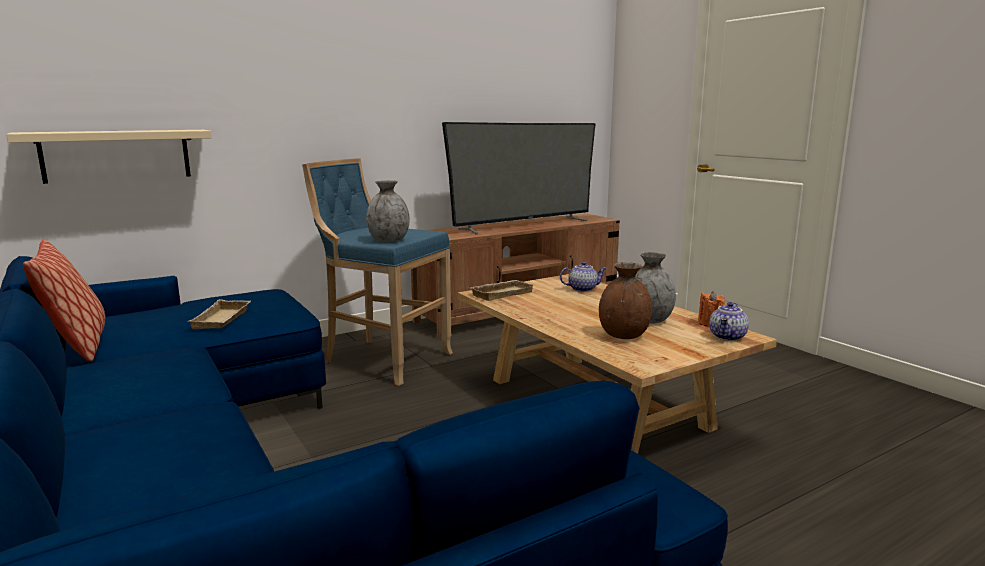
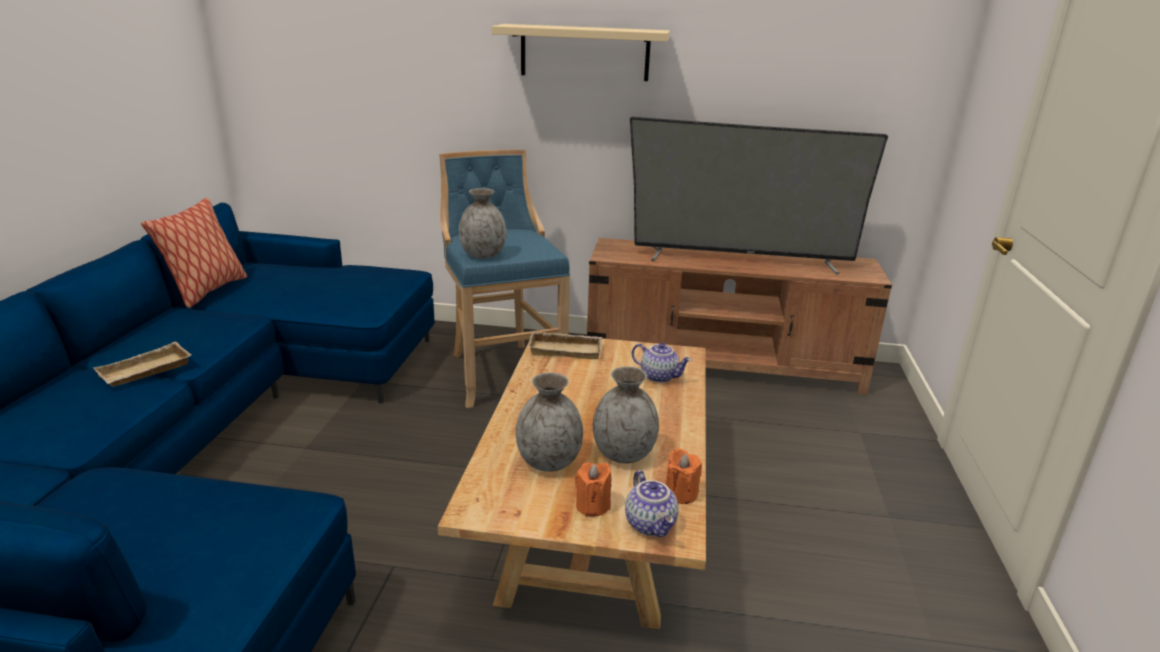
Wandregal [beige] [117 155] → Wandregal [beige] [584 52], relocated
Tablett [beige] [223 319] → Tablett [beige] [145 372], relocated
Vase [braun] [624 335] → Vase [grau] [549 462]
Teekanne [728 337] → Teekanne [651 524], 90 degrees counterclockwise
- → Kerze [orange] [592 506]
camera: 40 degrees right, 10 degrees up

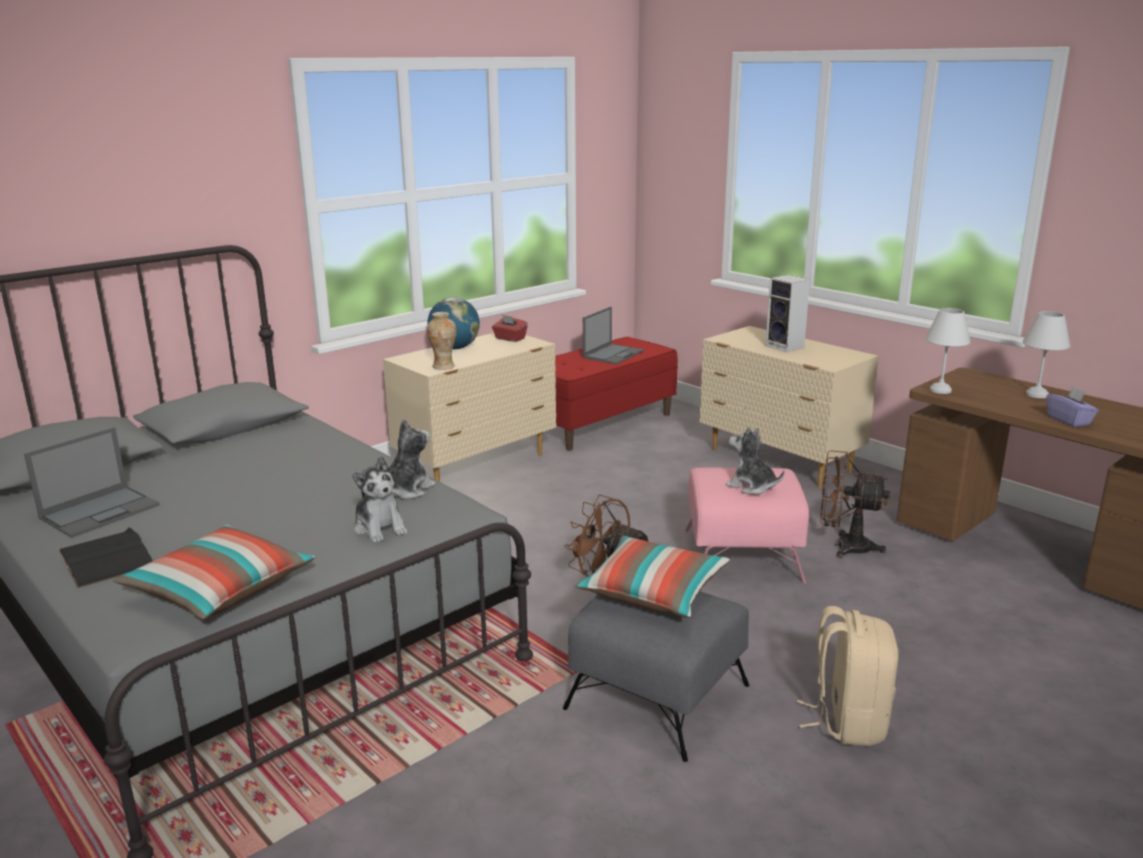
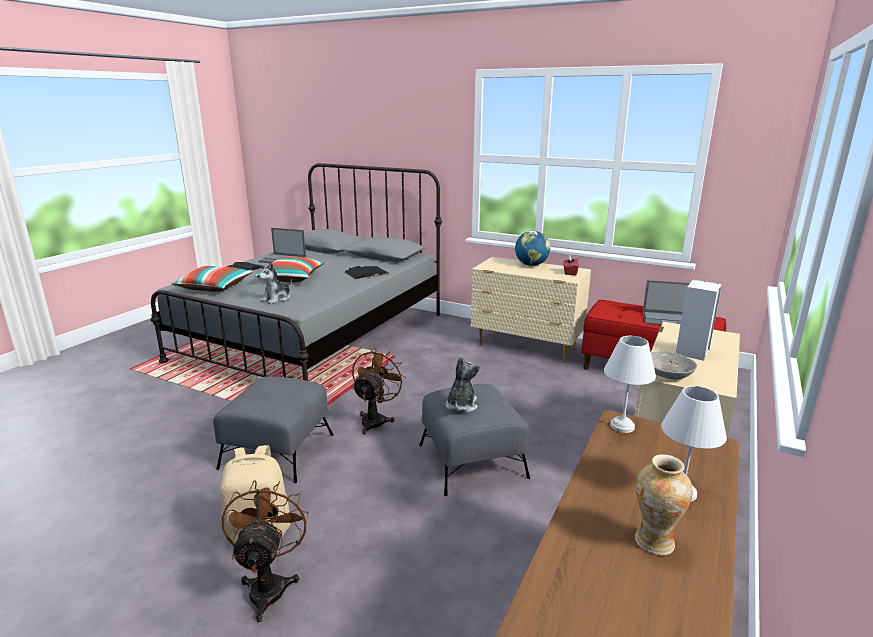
Plüschtier [406 490] → -
Vase [443 367] → Vase [654 542], relocated
Kissen [653 593] → Kissen [292 278], relocated
Polsterhocker [rosa] [743 555] → Polsterhocker [grau] [472 461]
Ventilator [braun] [844 546] → Ventilator [braun] [269 585], relocated
Taschentuchbox [lila] [1069 420] → -
- → Buch [schwarz] [366 273]
- → Schüssel [grau] [668 375]
camera: 70 degrees right, 0 degrees up

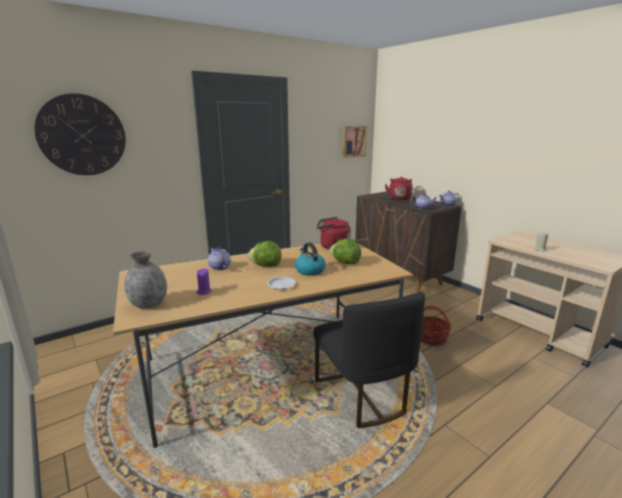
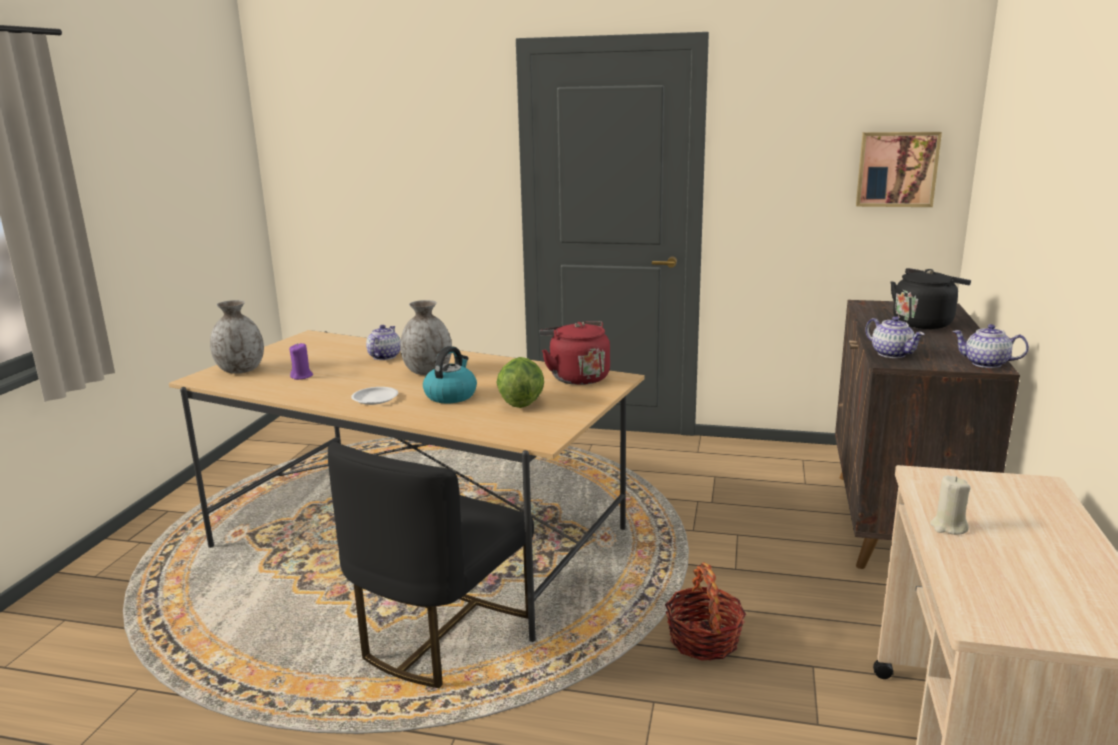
Wanduhr [82 135] → -
Salatkopf [266 266] → Vase [grau] [428 372]
Wasserkessel [rot] [399 198] → Wasserkessel [schwarz] [924 323]
camera: 50 degrees right, 0 degrees up

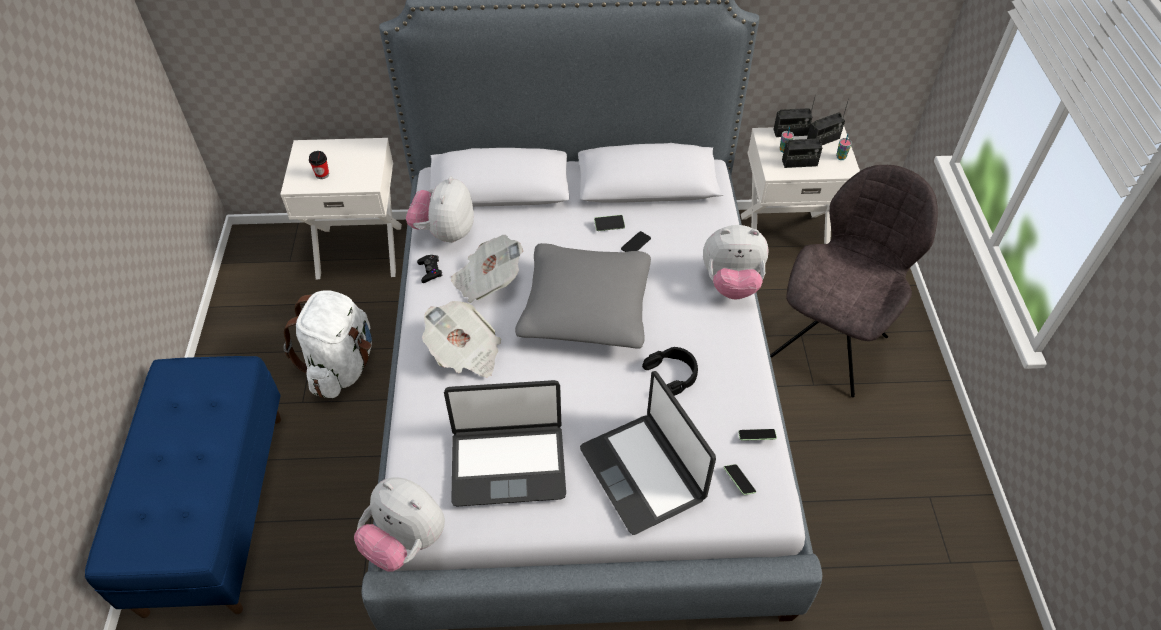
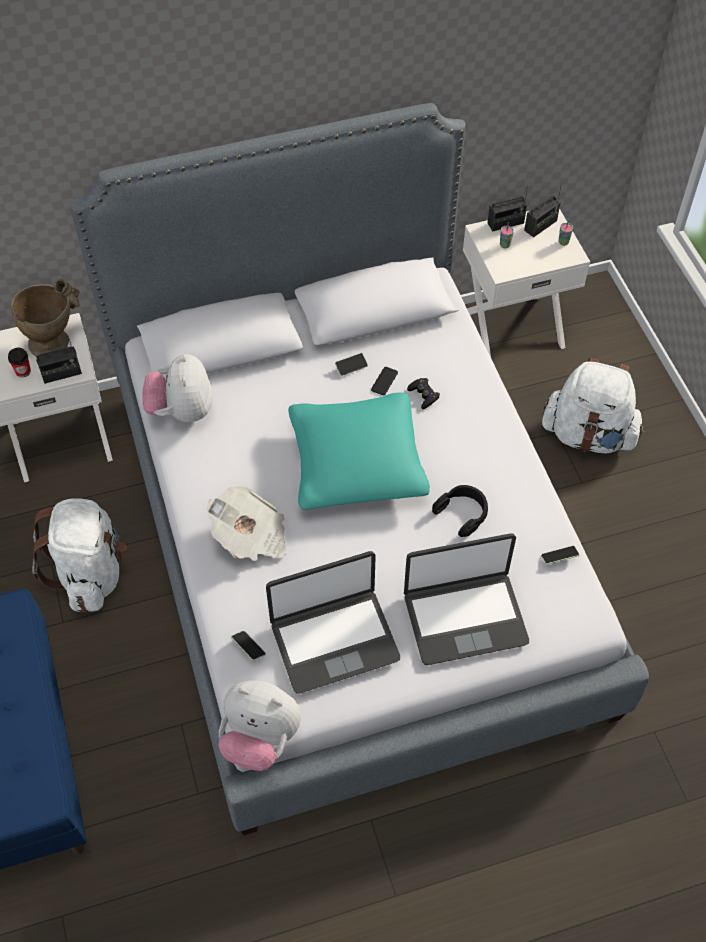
Gamepad [schwarz] [430 271] → Gamepad [schwarz] [423 395], relocated
Zeitung [487 281] → -
Kissen [grau] [586 308] → Kissen [türkis] [356 463]
Laptop [643 473] → Laptop [464 617], 60 degrees counterclockwise
Plüschtier [731 283] → -
Handy [738 482] → Handy [248 647], relocated
Stuhl [grau] [831 343] → Rucksack [weiß] [588 435]
Radio [799 163] → Radio [61 373], relocated
- → Vase [beige] [54 339]
camera: 15 degrees left, 5 degrees up

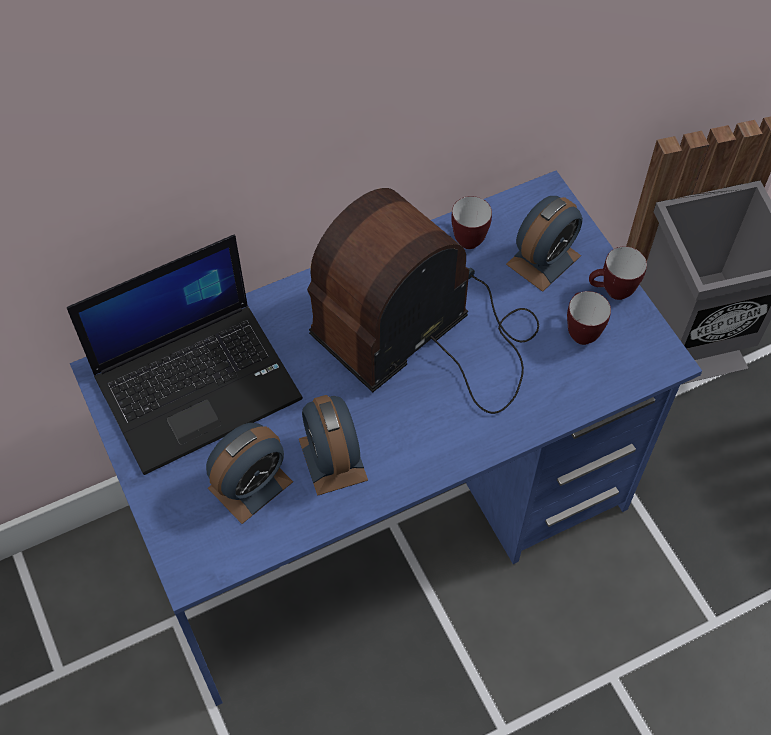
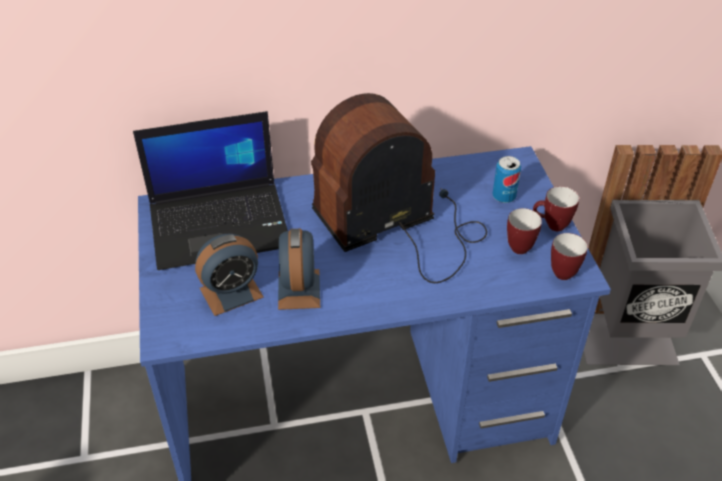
Henkelbecher [466 237] → Henkelbecher [561 270], relocated
Wecker [543 260] → Dose [504 197]
camera: 15 degrees right, 15 degrees down

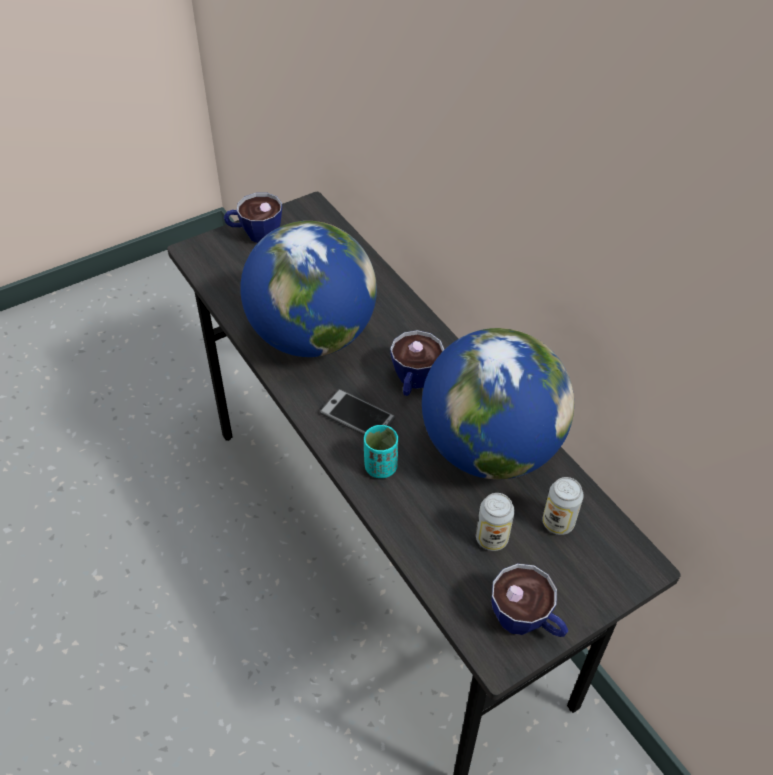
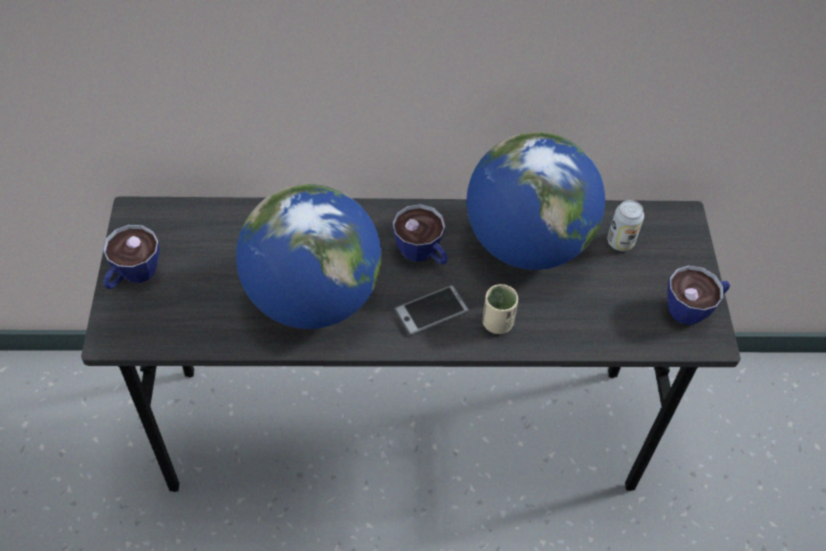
Tasse [türkis] [380 467] → Tasse [beige] [497 323]
Dose [491 538] → -
camera: 60 degrees left, 5 degrees up

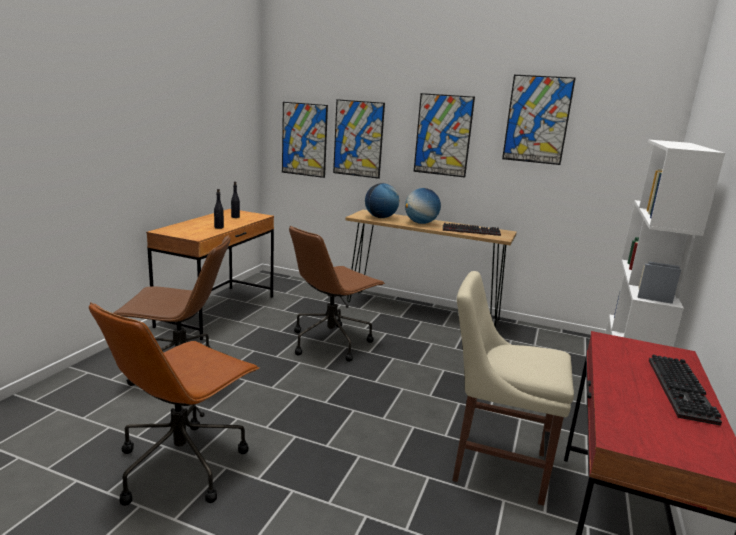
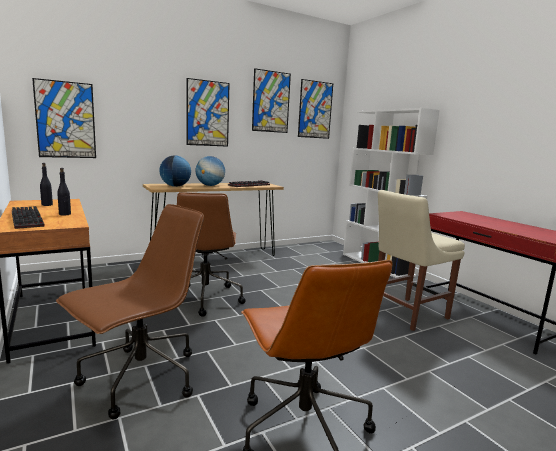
Bild [358 139] → Bild [315 110], relocated
Tastatur [683 391] → Tastatur [29 219], relocated
camera: 50 degrees left, 5 degrees down

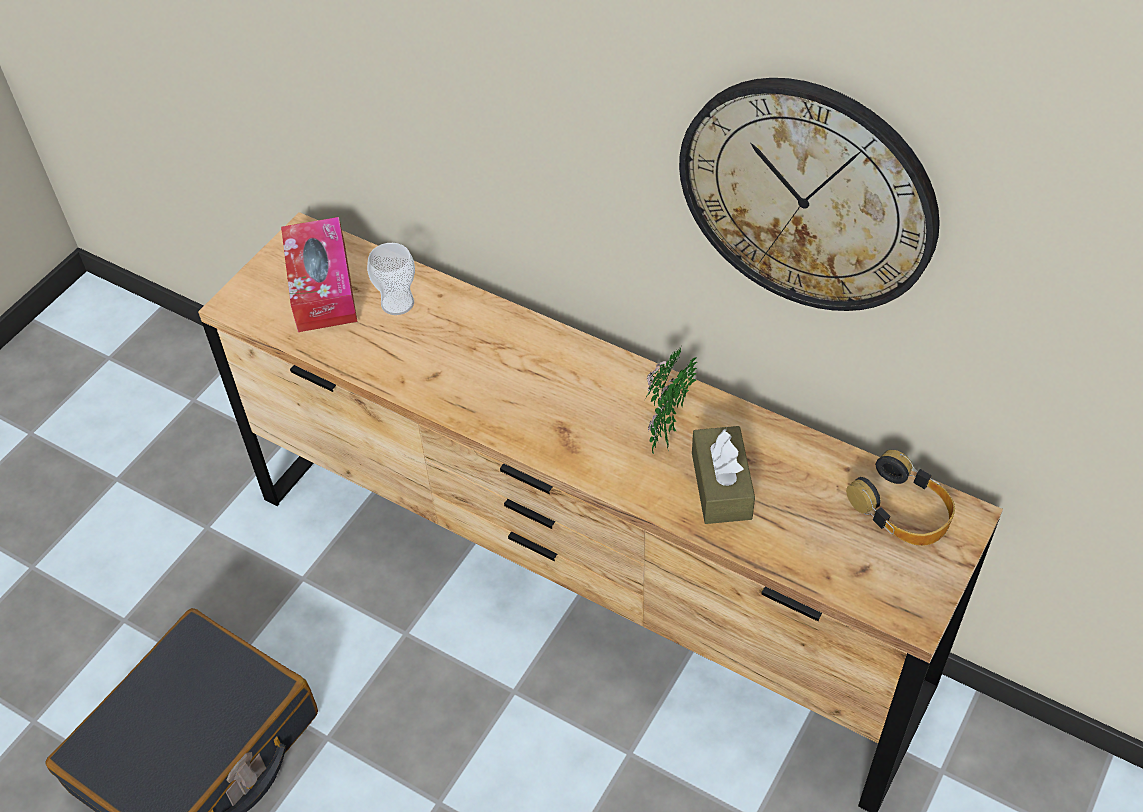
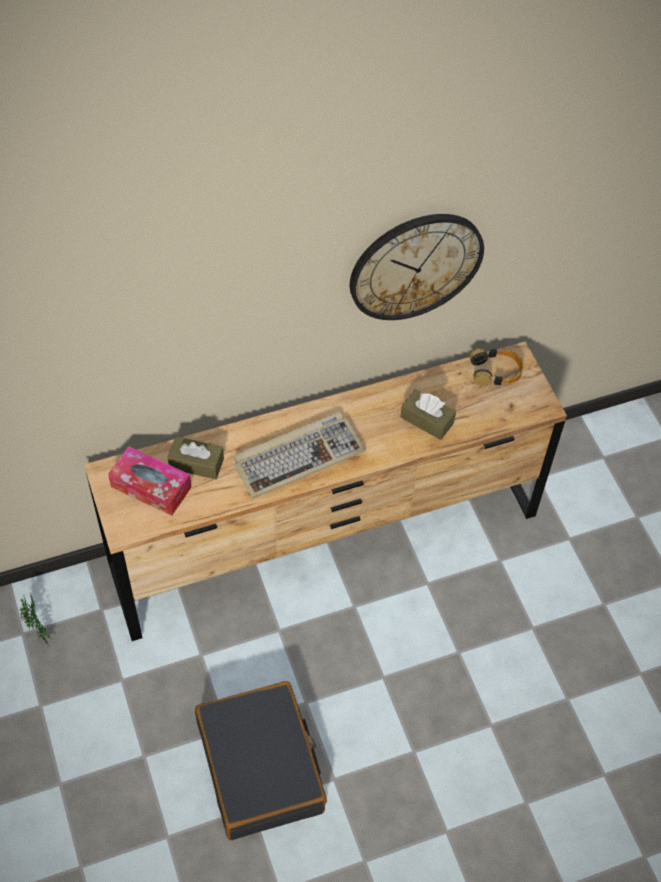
Tasse [397 303] → Taschentuchbox [braun] [196 463]
Topfpflanze [665 427] → Topfpflanze [38 631], relocated
- → Tastatur [298 456]
camera: 55 degrees left, 5 degrees up

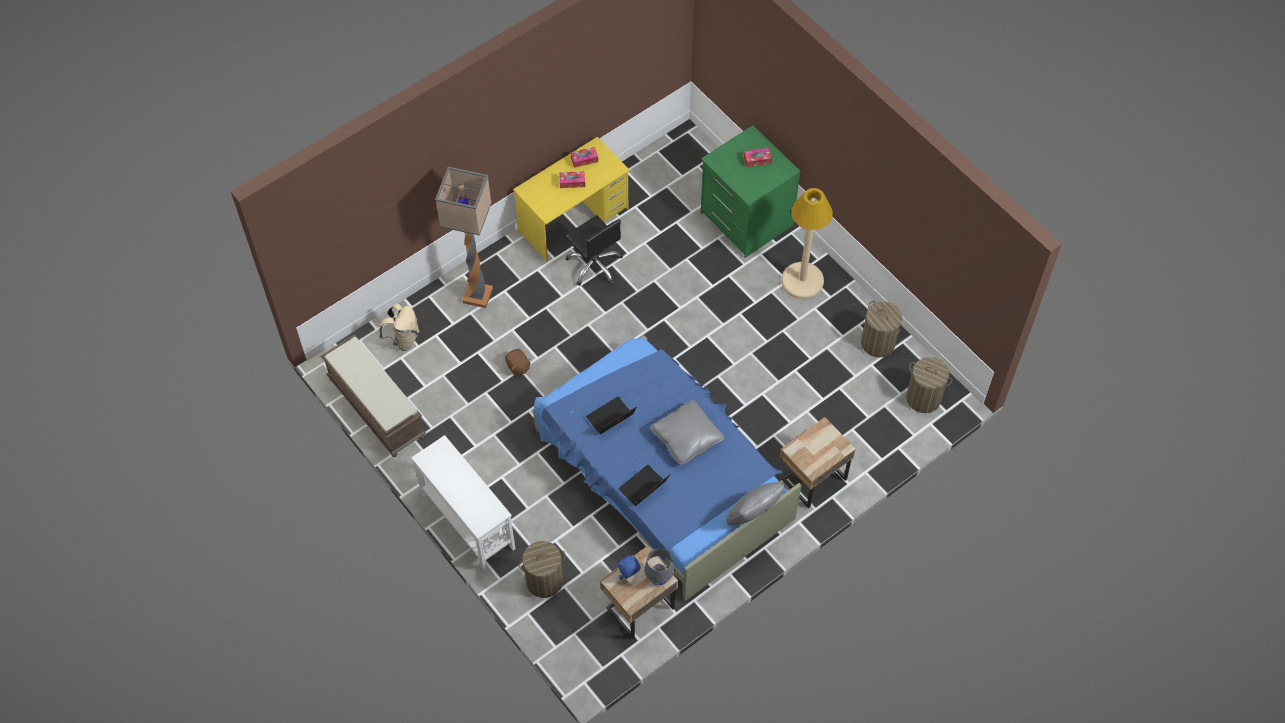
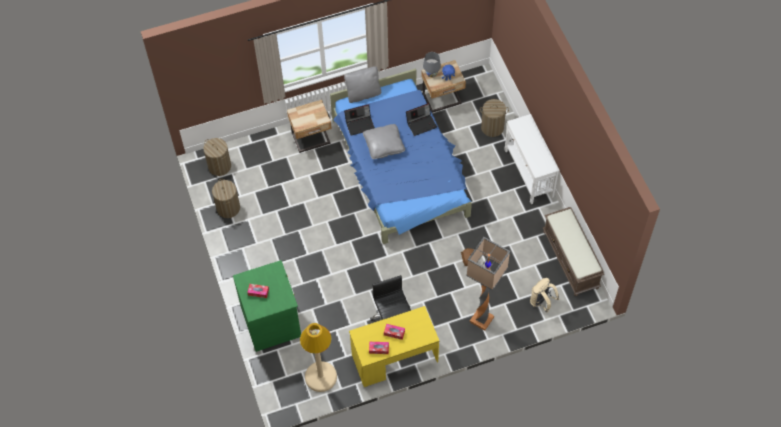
Laptop [610 419] → Laptop [360 124], relocated
Stehlampe [beige] [802 281] → Stehlampe [beige] [320 377], relocated
camera: 160 degrees left, 0 degrees up

